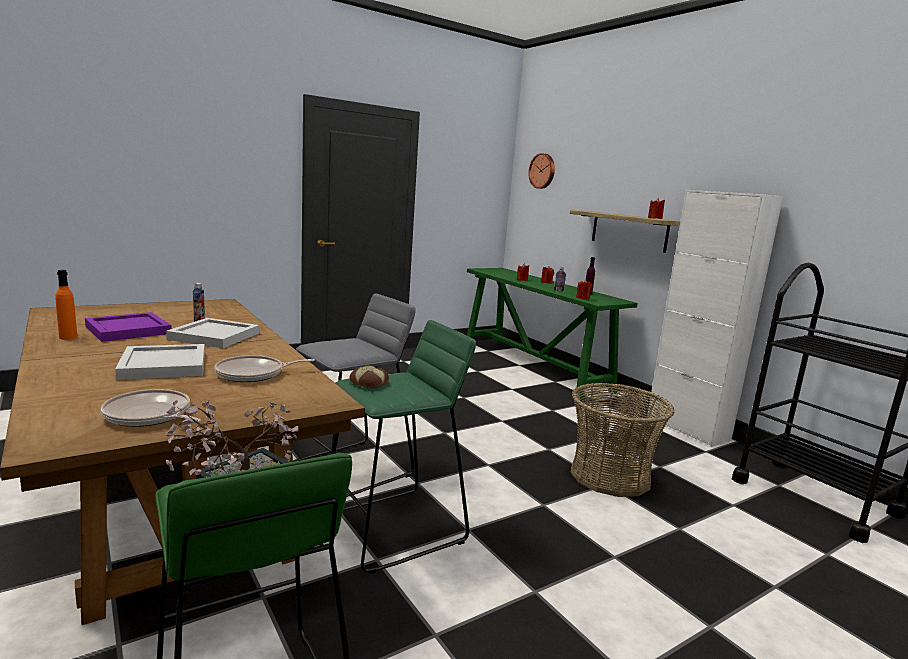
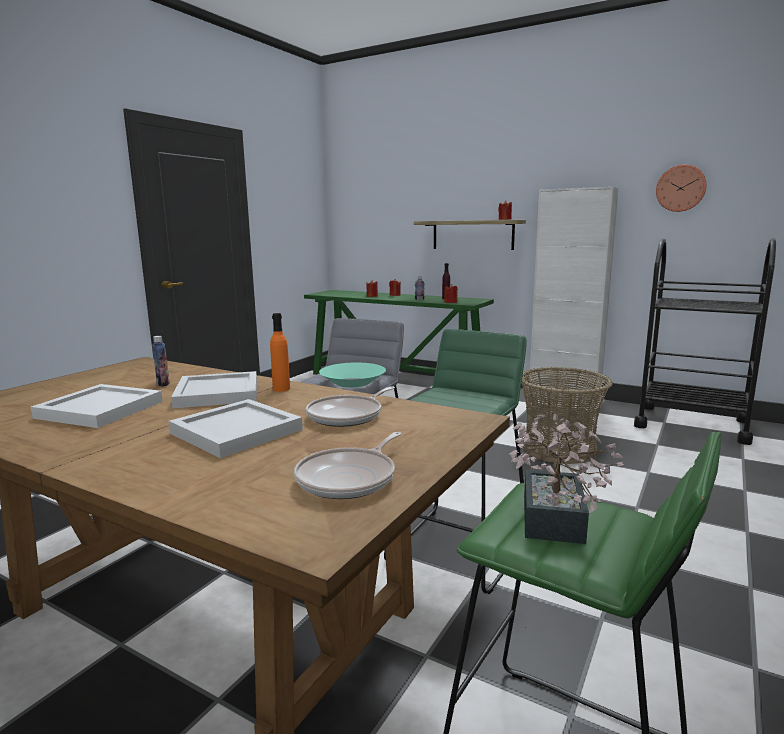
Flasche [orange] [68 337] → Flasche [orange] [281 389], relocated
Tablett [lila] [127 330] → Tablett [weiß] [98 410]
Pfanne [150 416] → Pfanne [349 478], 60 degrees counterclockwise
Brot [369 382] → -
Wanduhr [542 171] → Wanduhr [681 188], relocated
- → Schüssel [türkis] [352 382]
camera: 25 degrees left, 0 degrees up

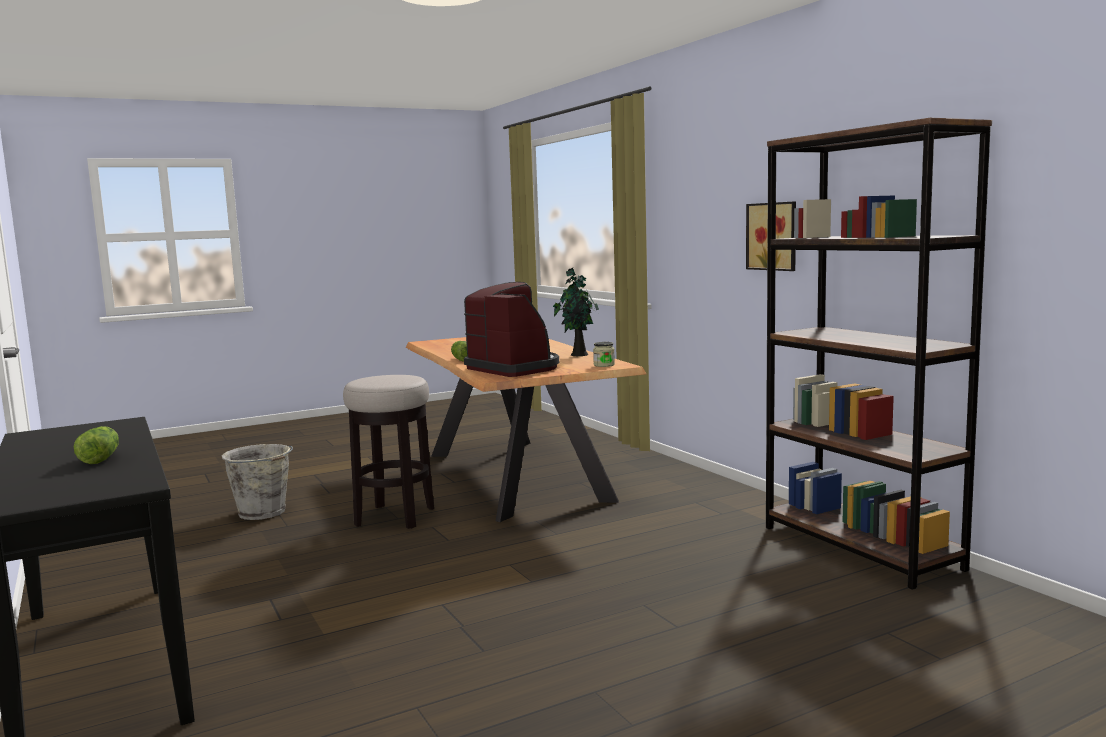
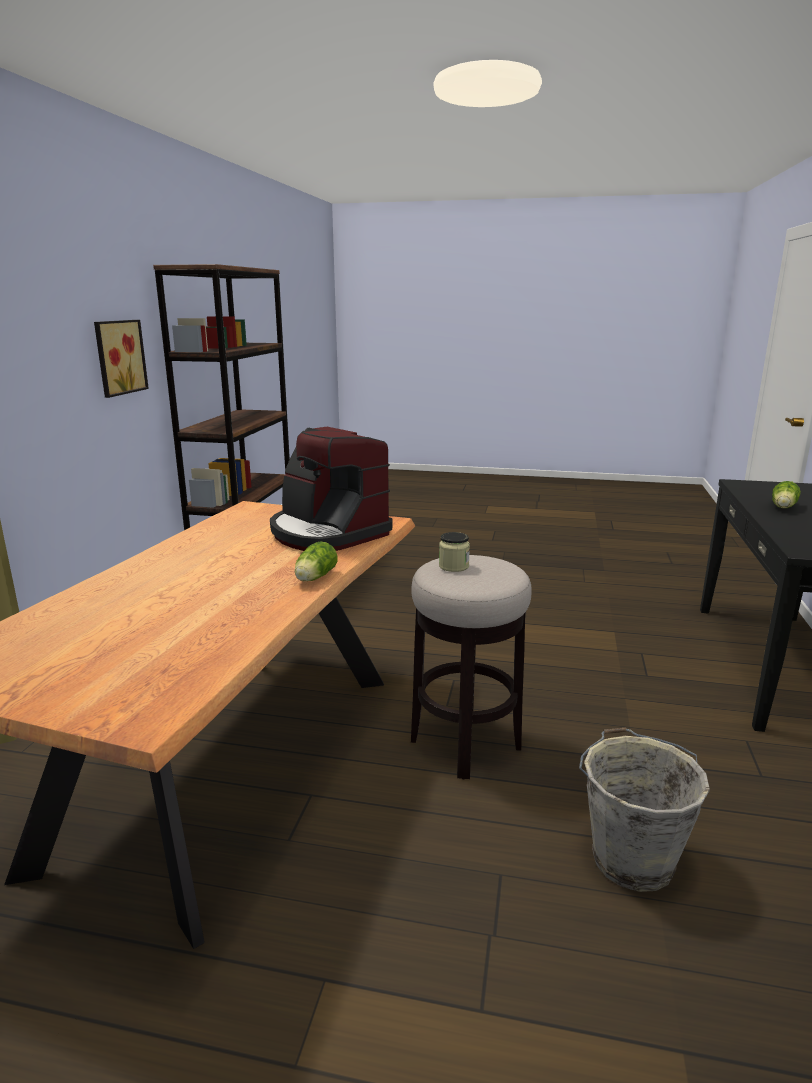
Kaffeemaschine [514 368] → Kaffeemaschine [327 533], 45 degrees counterclockwise
Topfpflanze [578 354] → -
Vorratsglas [604 365] → Vorratsglas [453 566], relocated
camera: 140 degrees left, 10 degrees up

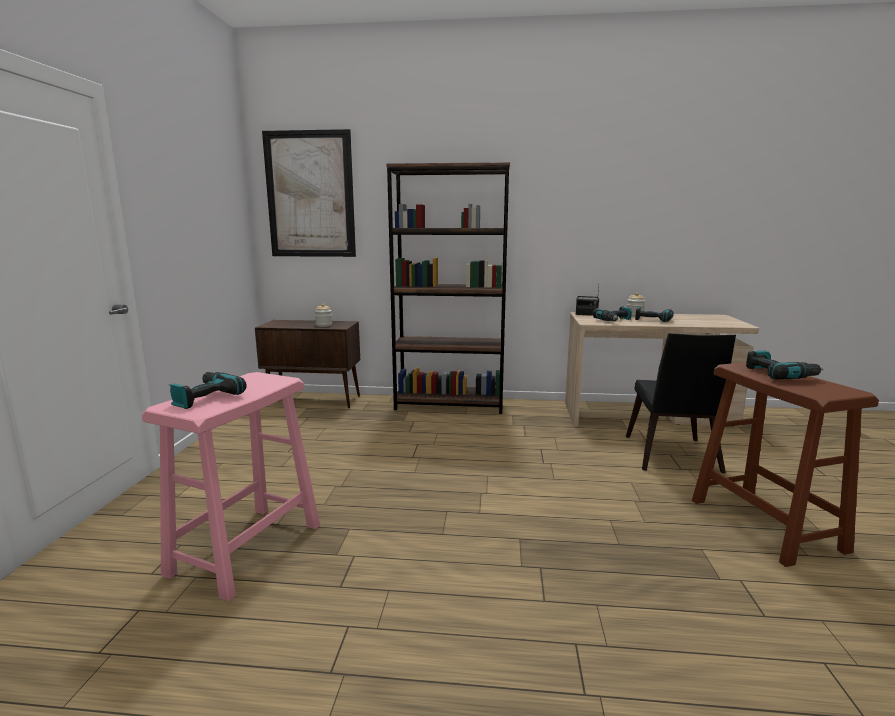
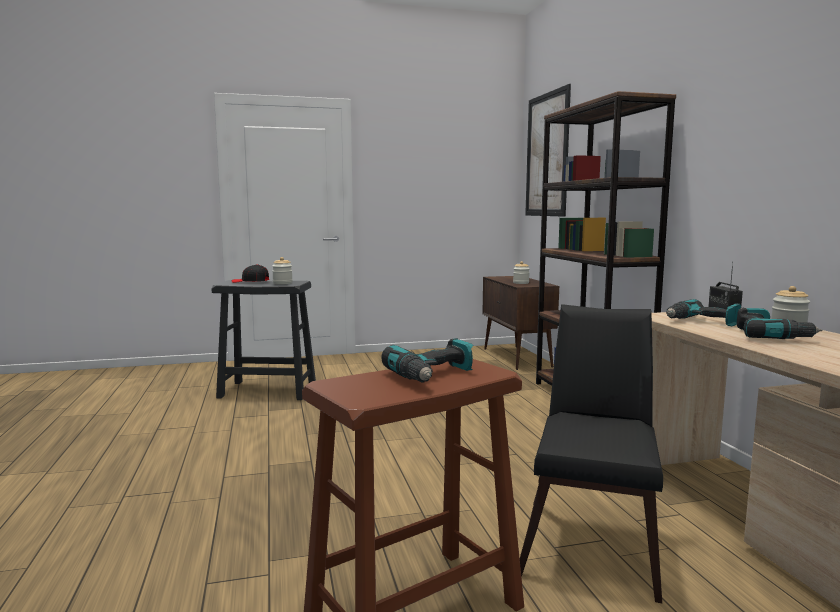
Hocker [rosa] [247 548] → Hocker [schwarz] [268 390]
Bohrmaschine [204 397] → Kappe [schwarz] [251 281]
Stuhl [schwarz] [671 457] → Stuhl [schwarz] [592 540], 120 degrees clockwise
- → Vorratsglas [282 283]
camera: 70 degrees right, 5 degrees down

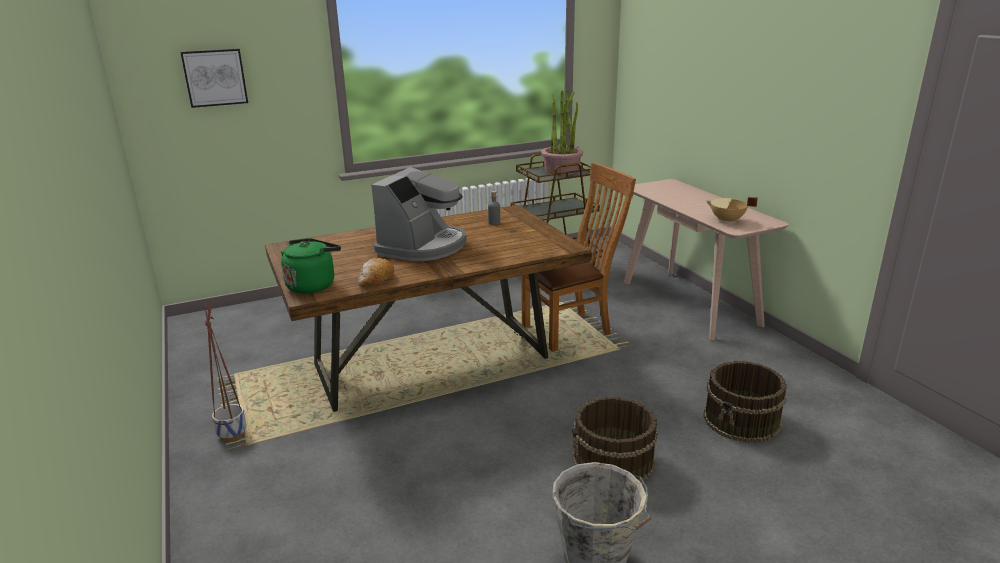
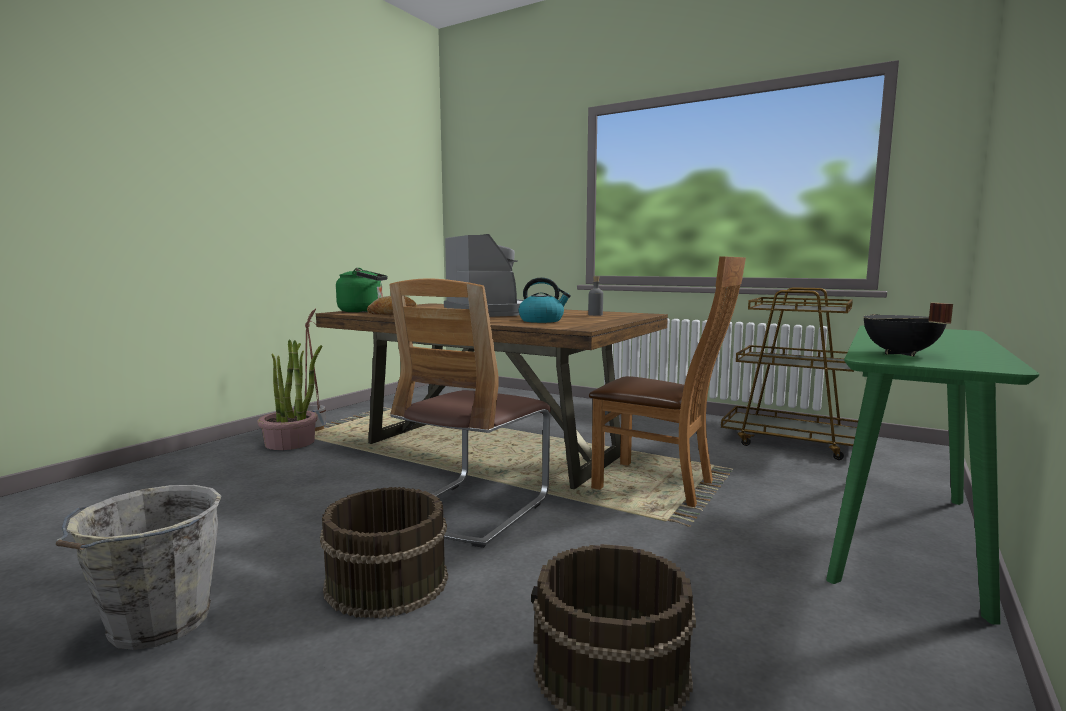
Bild [215 77] → -
Kaffeemaschine [423 246] → Kaffeemaschine [489 313], 105 degrees counterclockwise
Topfpflanze [561 170] → Topfpflanze [290 442], relocated
Konsolentisch [beige] [689 302] → Konsolentisch [grün] [905 536]
Kochtopf [beige] [727 221] → Kochtopf [schwarz] [899 354]
- → Stuhl [472 510]
- → Wasserkessel [542 320]
camera: 55 degrees right, 15 degrees down

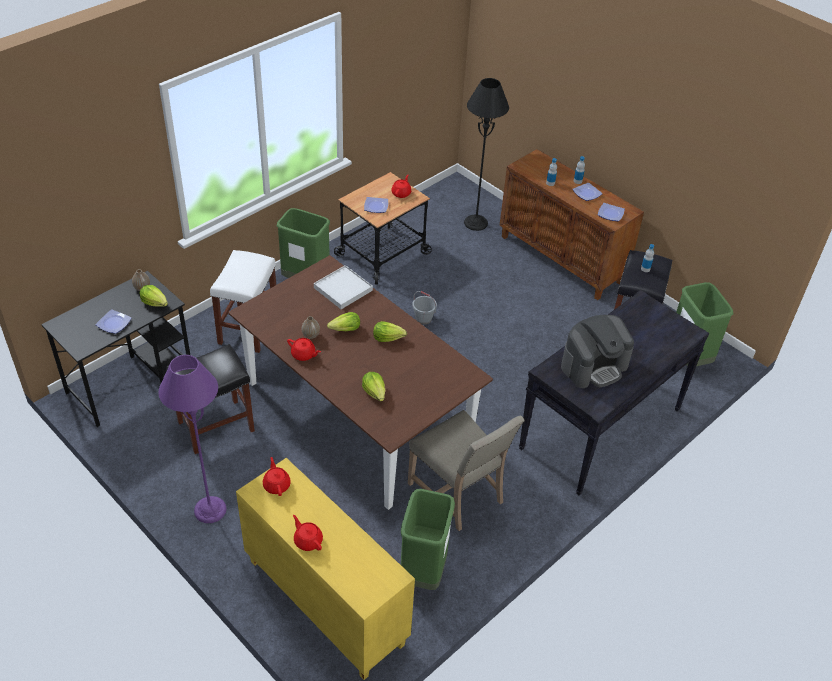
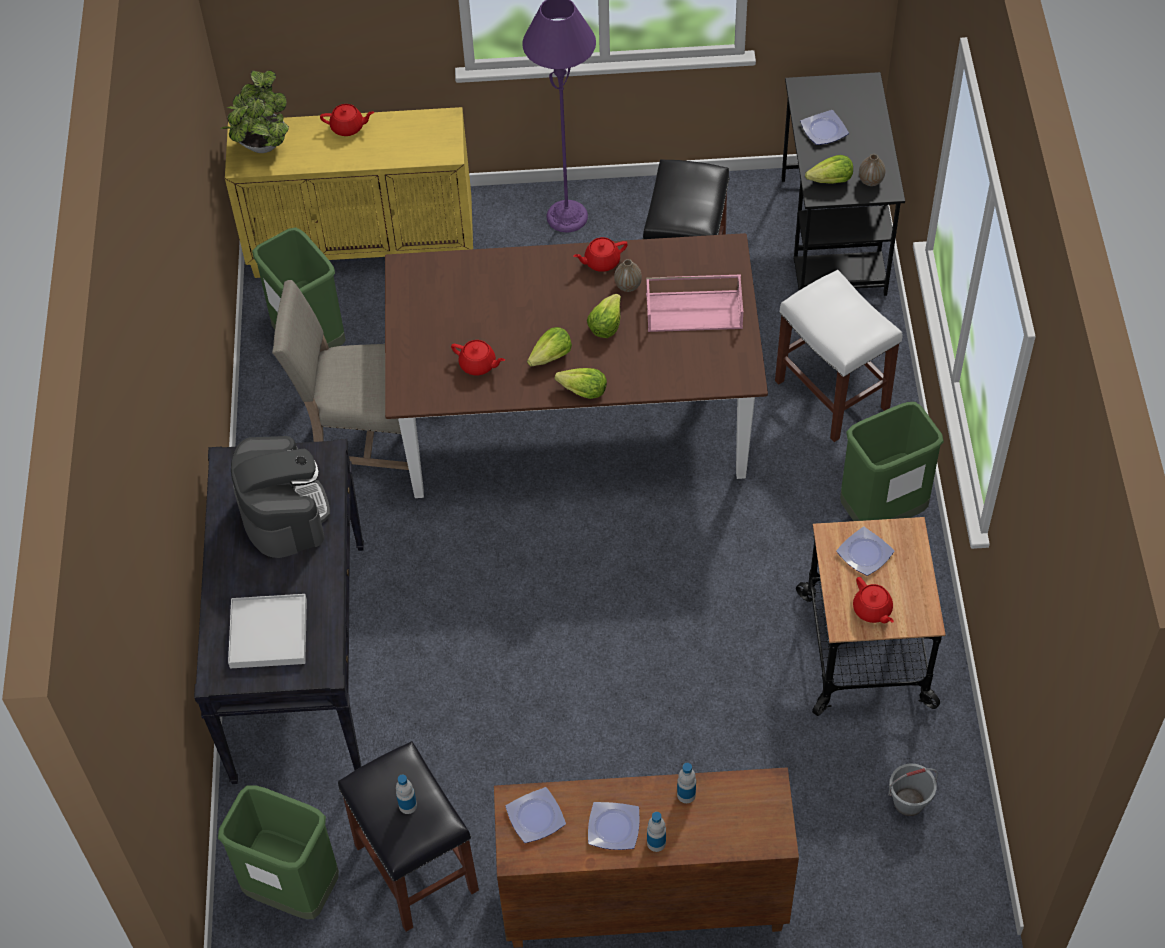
Teekanne [rot] [277 485] → Teekanne [rot] [478 365], relocated
Tablett [weiß] [343 289] → Tablett [weiß] [269 634], relocated
Salatkopf [375 392] → Salatkopf [583 391], relocated
Eimer [grau] [423 318] → Eimer [grau] [908 802], relocated
Stehlampe [schwarz] [475 223] → -
Kaffeemaschine [594 366] → Kaffeemaschine [283 512], 150 degrees clockwise
- → Topfpflanze [262 147]
- → Tablett [rosa] [695 310]
camera: 135 degrees right, 10 degrees up

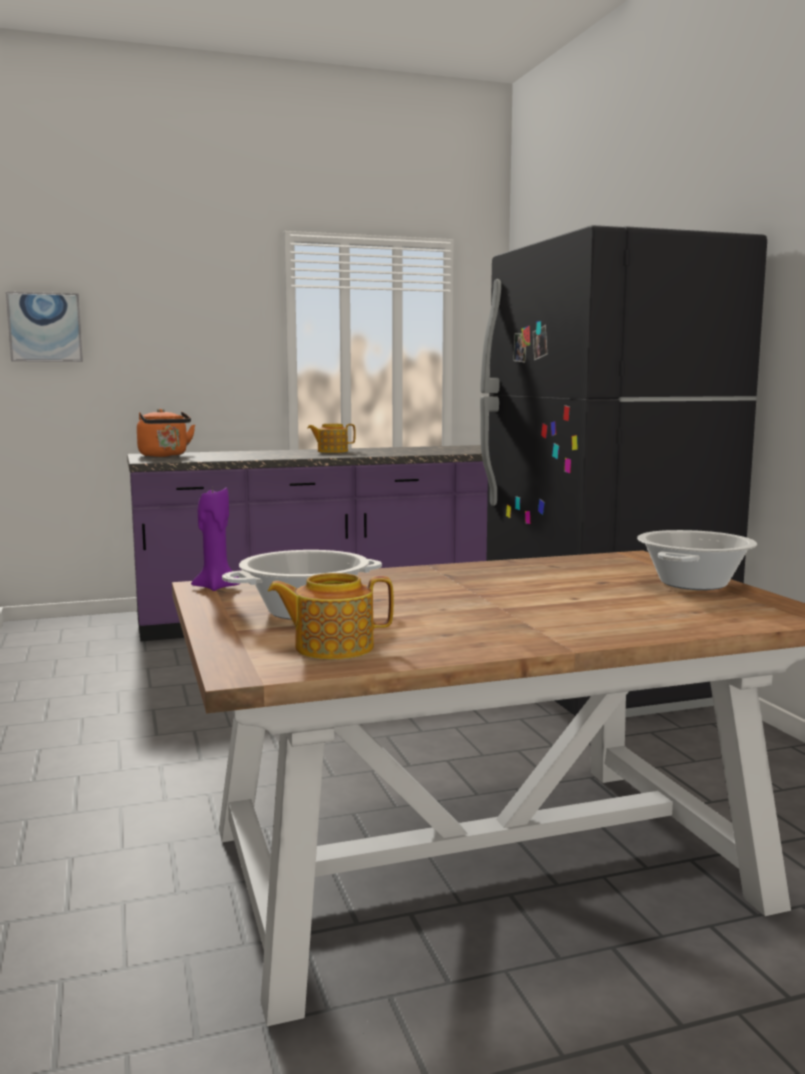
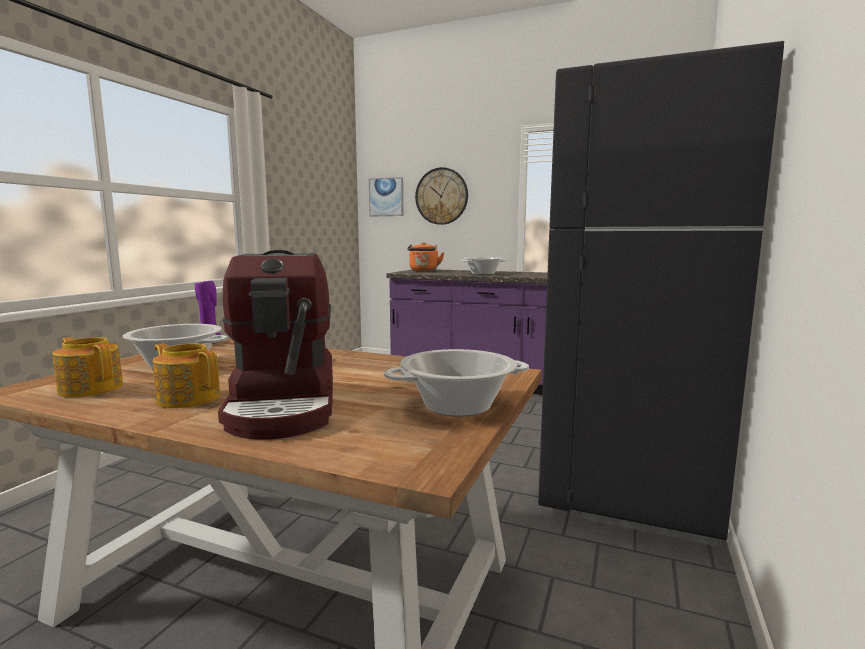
Teekanne [331 451] → Teekanne [189 398], relocated
- → Kaffeemaschine [285 405]
- → Wanduhr [441 196]
- → Kochtopf [483 274]
camera: 40 degrees right, 0 degrees up

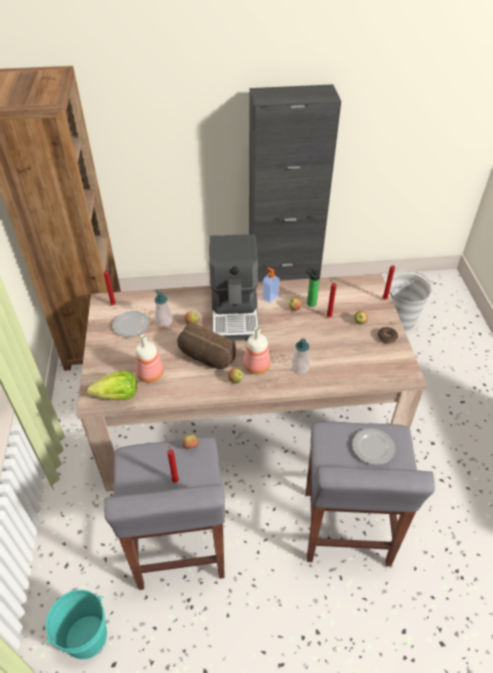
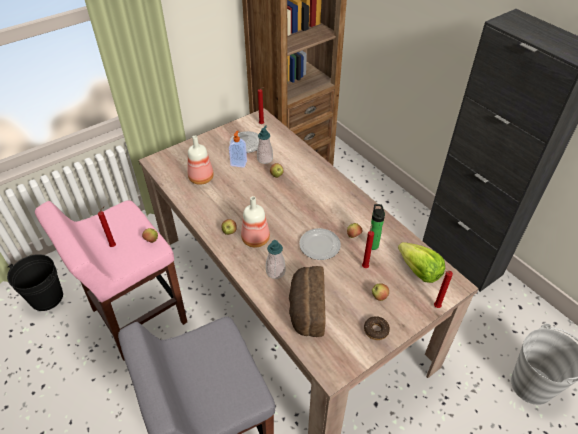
Eimer [türkis] [86 637] → Eimer [schwarz] [46 297]
Salatkopf [117 396] → Salatkopf [419 271], relocated
Hocker [grau] [179 547] → Hocker [rosa] [137 316]
Brot [205 357] → Brot [306 309], relocated
Kaffeemaschine [235 312] → -
Seifenspender [270 297] → Seifenspender [239 163], relocated
Teller [373 448] → Teller [319 246], relocated
camera: 60 degrees right, 0 degrees up

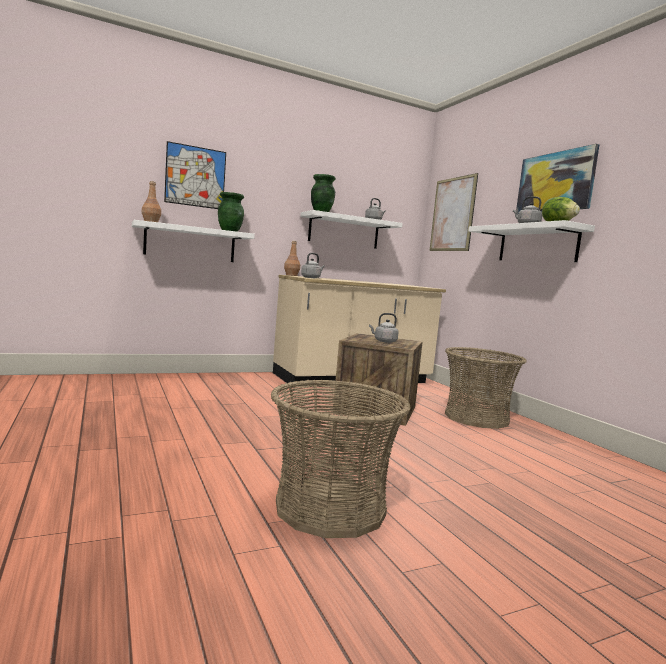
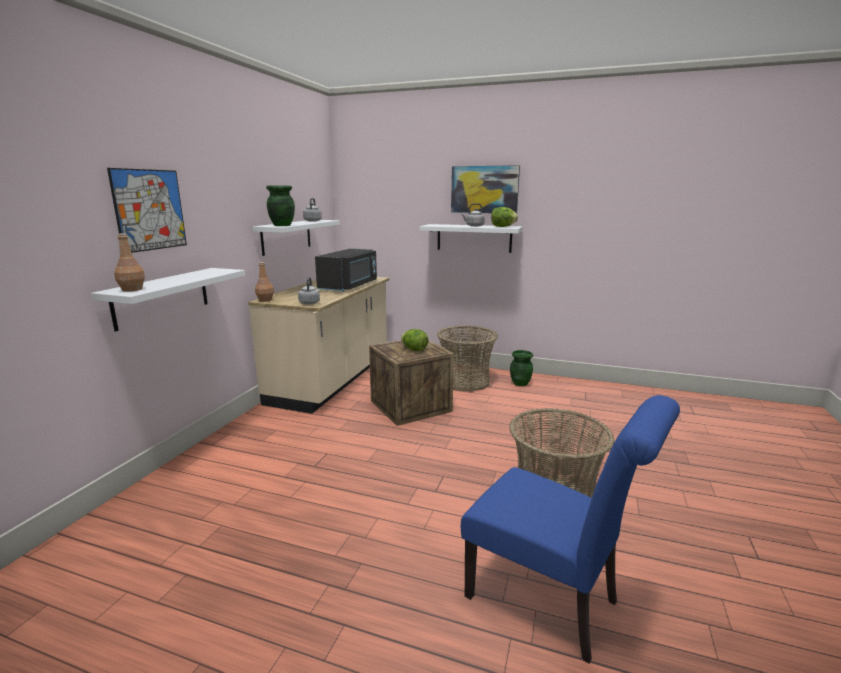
Vase [grün] [230 231] → Vase [grün] [520 383], relocated
Wasserkessel [grau] [384 341] → Salatkopf [414 350]
Bild [452 214] → -
- → Mikrowelle [schwarz] [349 286]
- → Stuhl [blau] [550 602]
camera: 45 degrees left, 10 degrees up

